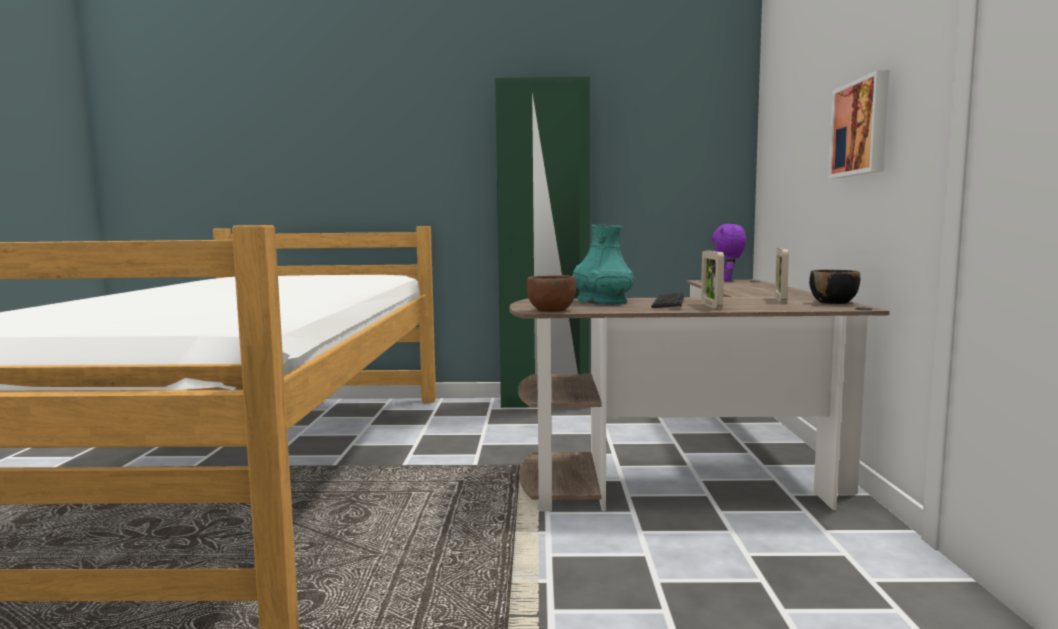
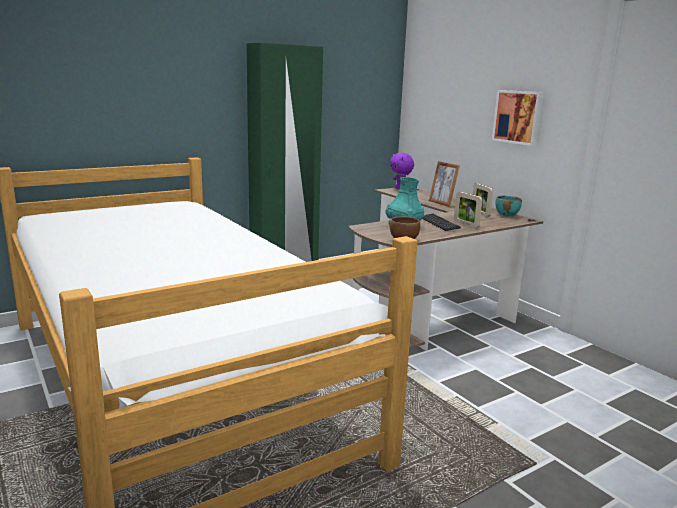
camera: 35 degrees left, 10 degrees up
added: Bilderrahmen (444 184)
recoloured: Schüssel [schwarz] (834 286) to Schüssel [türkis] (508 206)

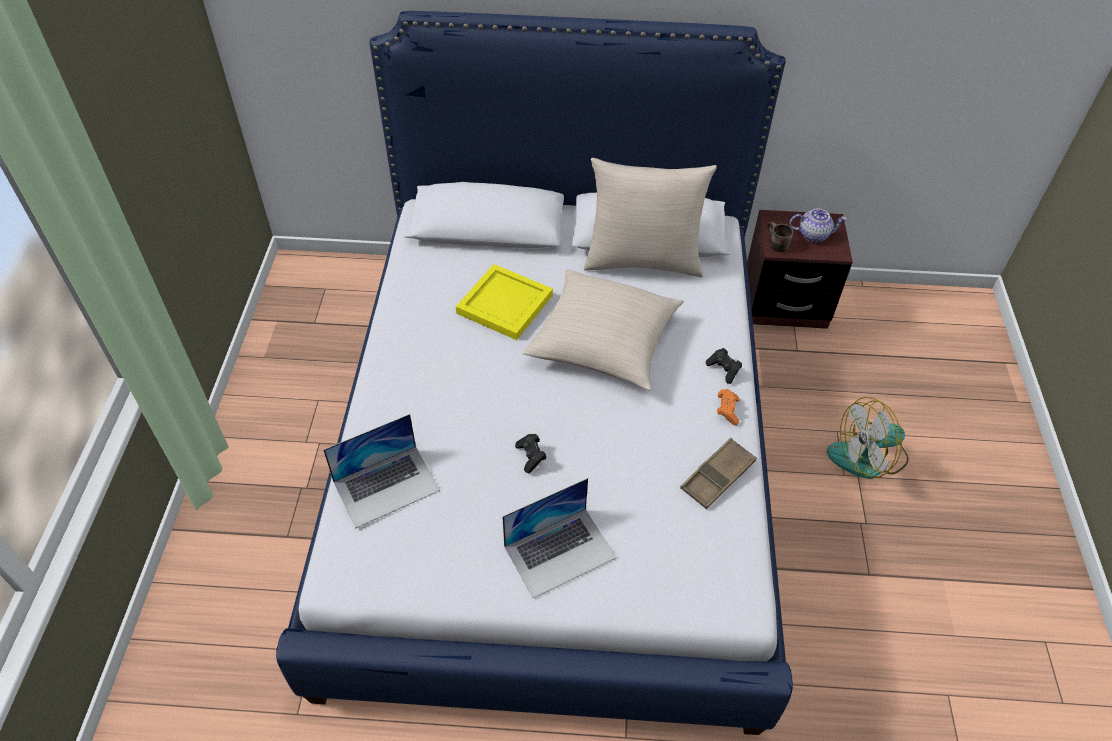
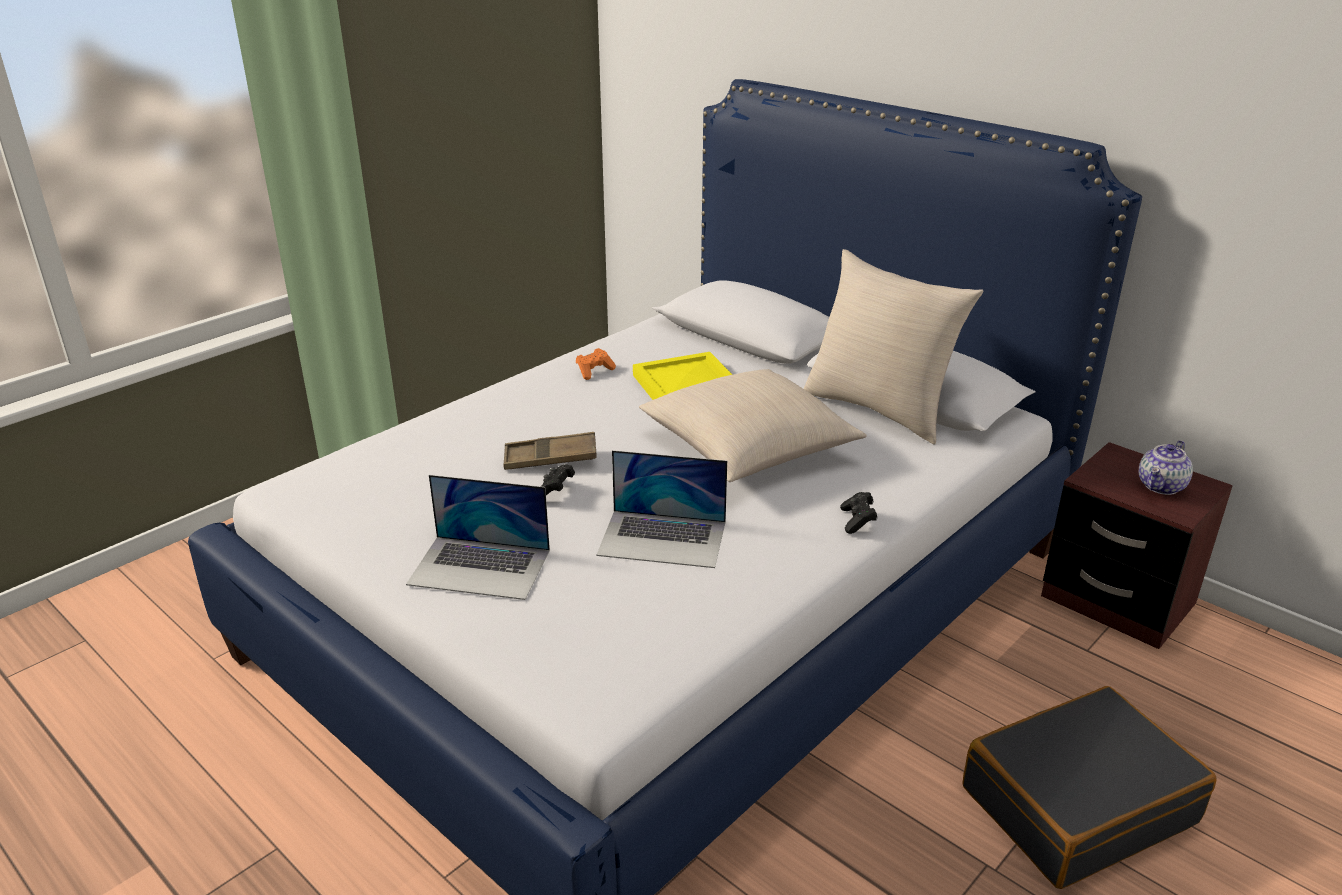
camera: 40 degrees right, 20 degrees down
removed: Henkelbecher [braun] (780 237)
moved: Tablett [braun] (718 473) to (550 451); Gamepad [orange] (728 407) to (596 364); Laptop (381 471) to (662 509)
replaced: Ventilator (868 438) to Koffer [schwarz] (1089 787)
turned: Teekanne (818 225) = (1166 467) 90 degrees clockwise

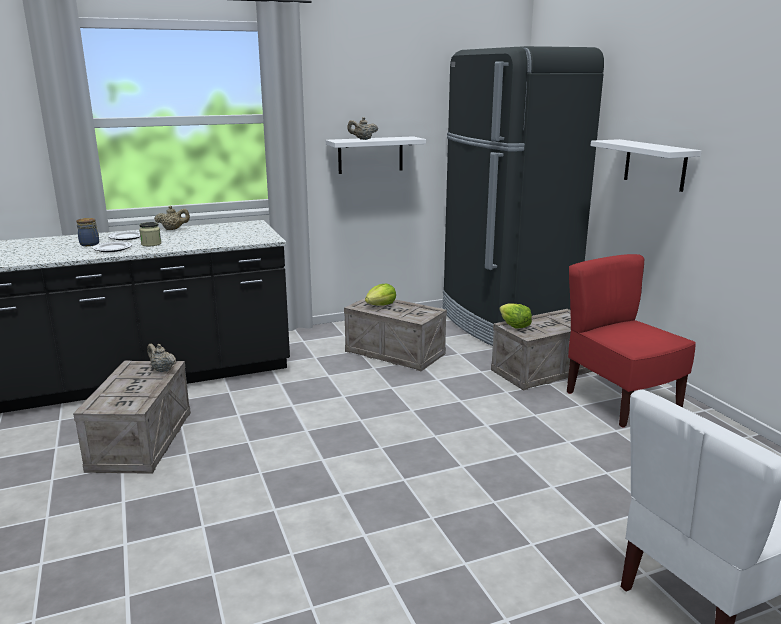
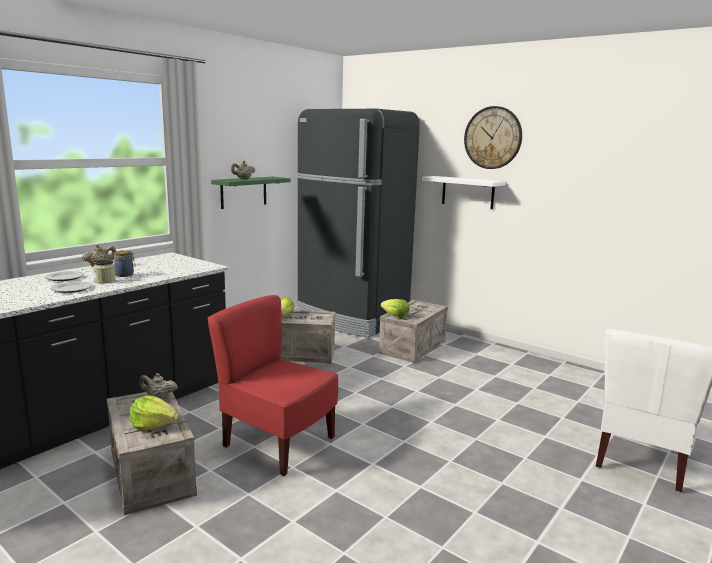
camera: 30 degrees left, 5 degrees down
added: Salatkopf (154 412); Wanduhr (493 137)
moved: Vorratsglas (87 232) to (125 263); Stuhl [rot] (631 340) to (273 385)
recoloured: Wandregal [weiß] (376 155) to Wandregal [grün] (251 193)

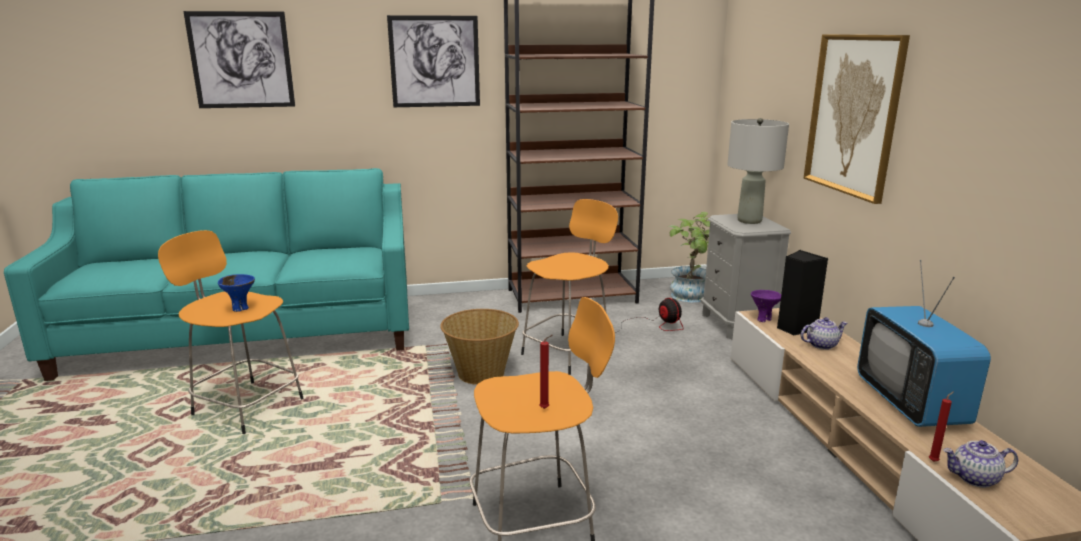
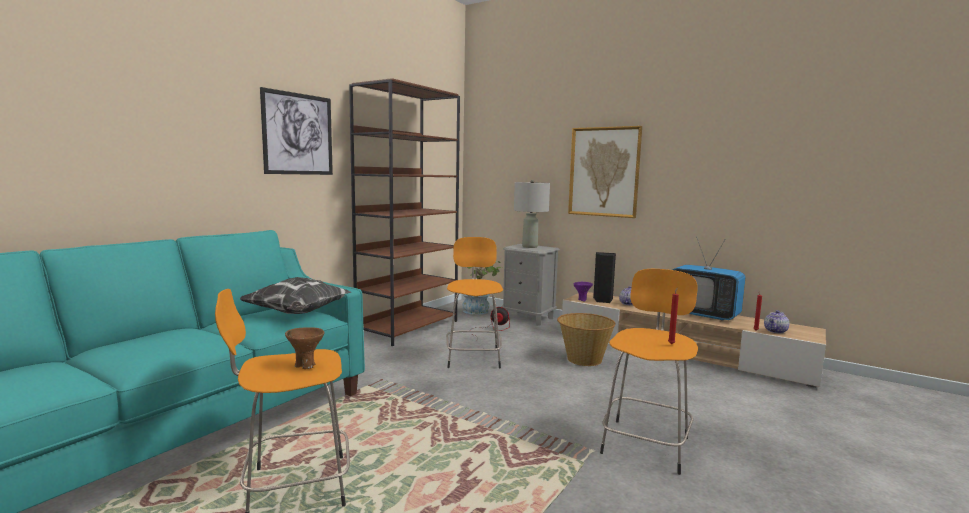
camera: 45 degrees left, 10 degrees down
removed: Bild (239 59)
added: Kissen (295 295)
moved: Korb (479 347) to (586 339)
recoloured: Schüssel [blau] (236 293) to Schüssel [braun] (305 348)

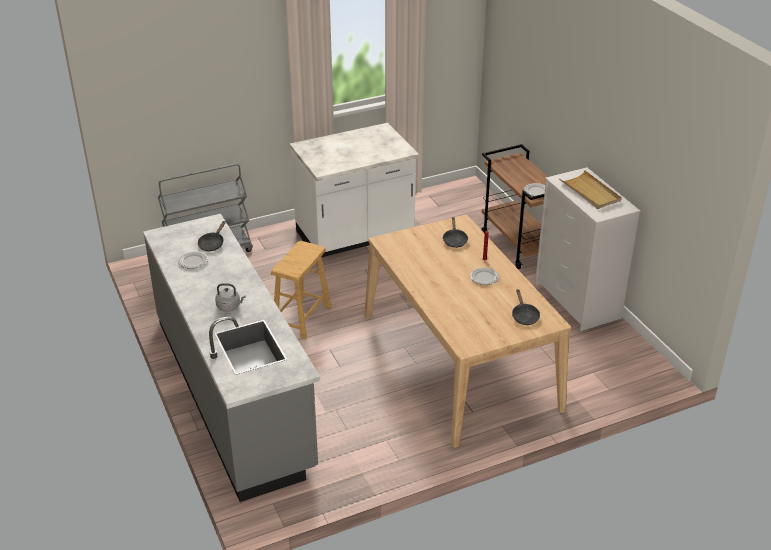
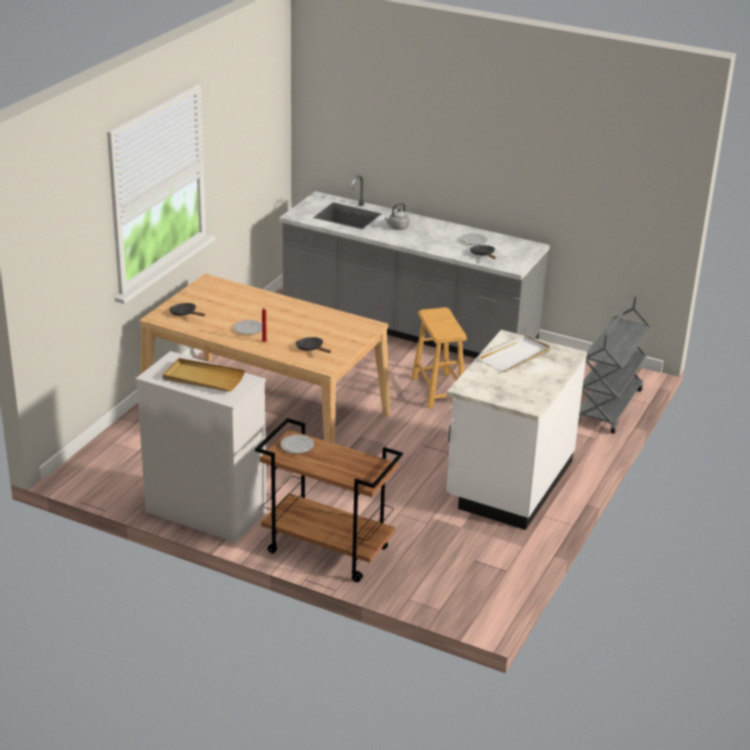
camera: 140 degrees right, 5 degrees down
added: Tablett [weiß] (514 353)

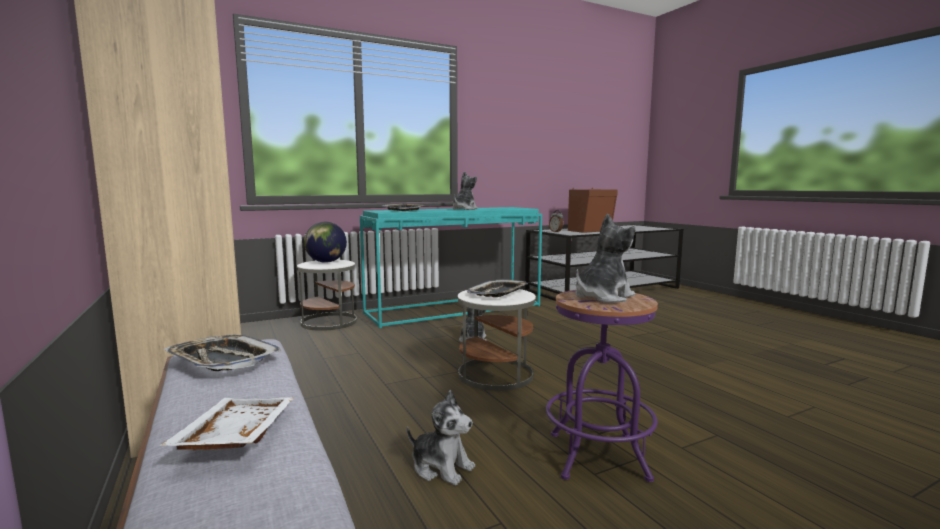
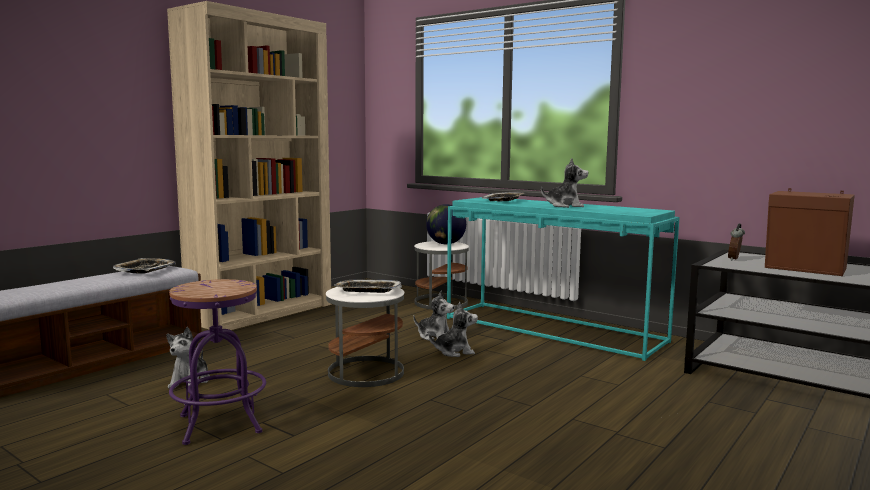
camera: 65 degrees right, 0 degrees up
removed: Tablett [weiß] (226 423)
moved: Plüschtier (605 258) to (434 316)

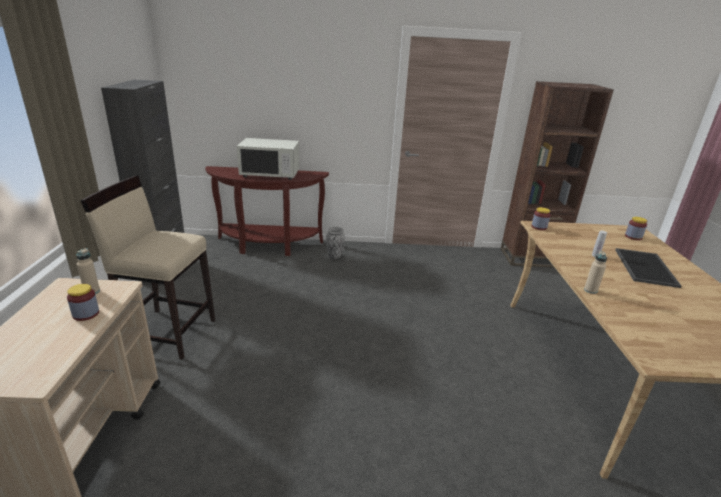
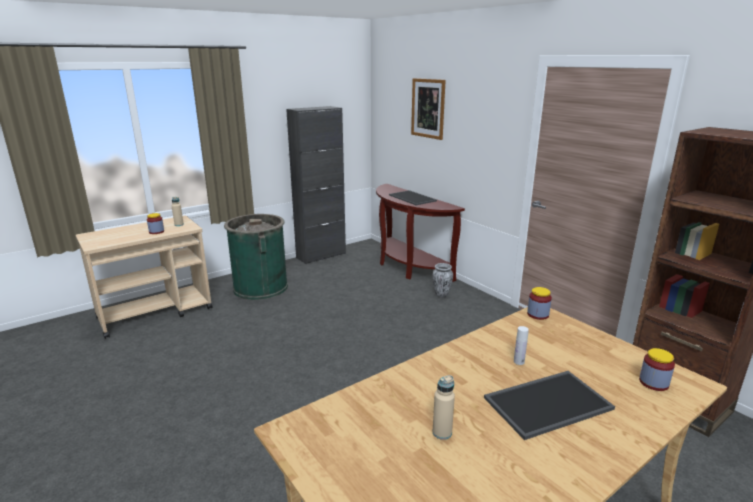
camera: 55 degrees right, 5 degrees down
added: Bild (428 109)
moved: Flasche [beige] (595 272) to (444 407)
replaced: Hocker [beige] (147 267) to Mülleimer [grün] (256 257); Mikrowelle [weiß] (268 159) to Tablett (413 197)

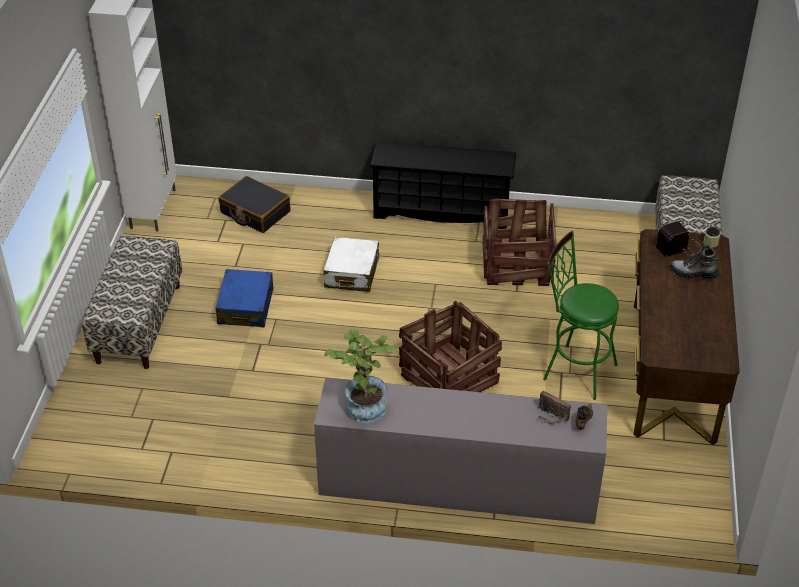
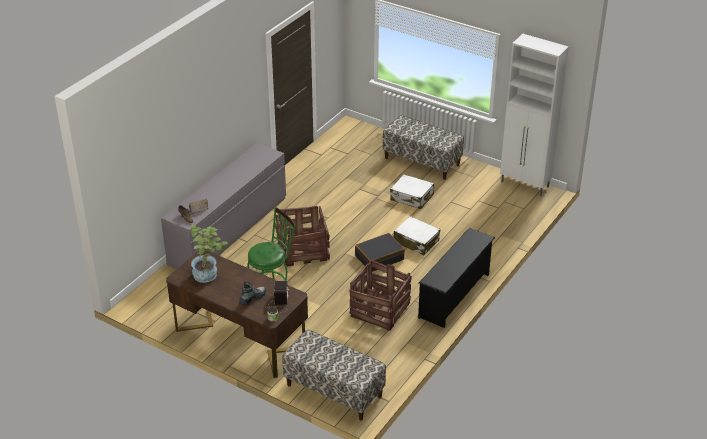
camera: 115 degrees right, 5 degrees down
moved: Topfpflanze (359 376) to (209 254); Koffer [schwarz] (254 204) to (380 252)
recoloured: Koffer [blau] (244 298) to Koffer [weiß] (412 192)

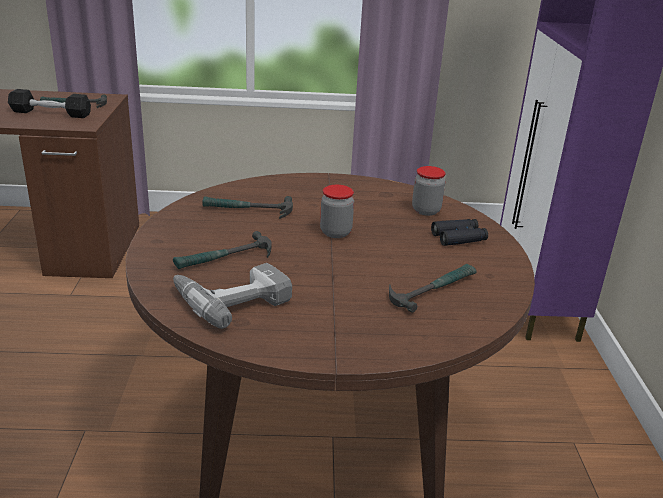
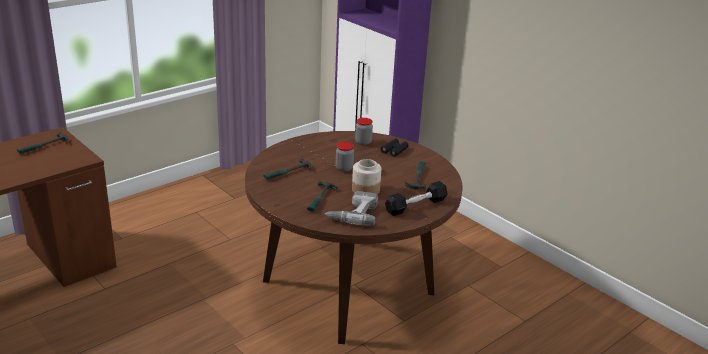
camera: 40 degrees left, 0 degrees up
added: Vorratsglas (366 177)
moved: Hantel [schwarz] (49 103) to (416 198)

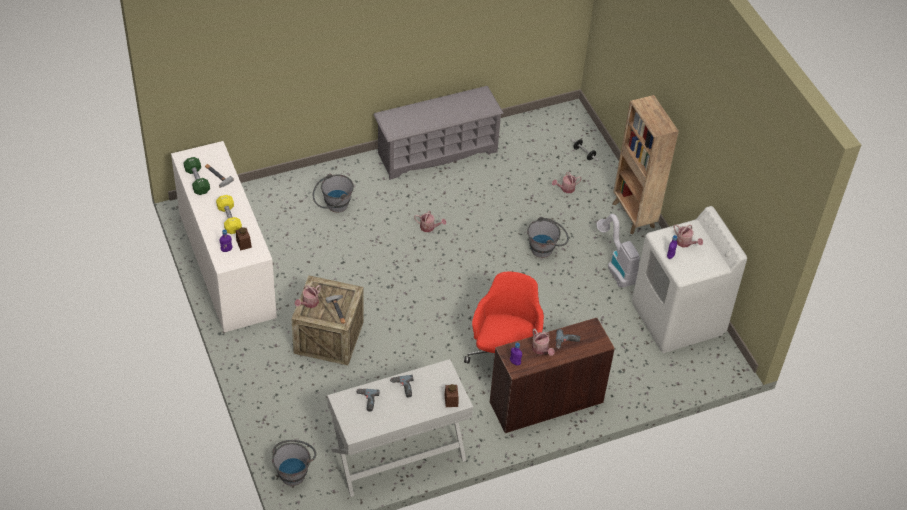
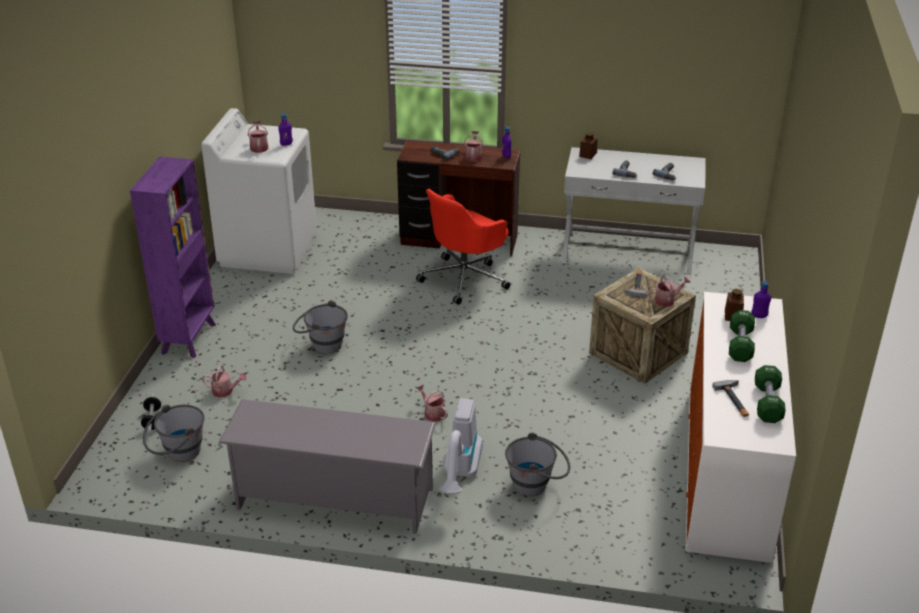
camera: 145 degrees left, 15 degrees down
moved: Eimer [grau] (294 463) to (174 433); Staubsauger (618 251) to (461 446)
recoloured: Bücherregal [braun] (645 164) to Bücherregal [lila] (173 257); Hantel [gelb] (229 214) to Hantel [grün] (742 336)

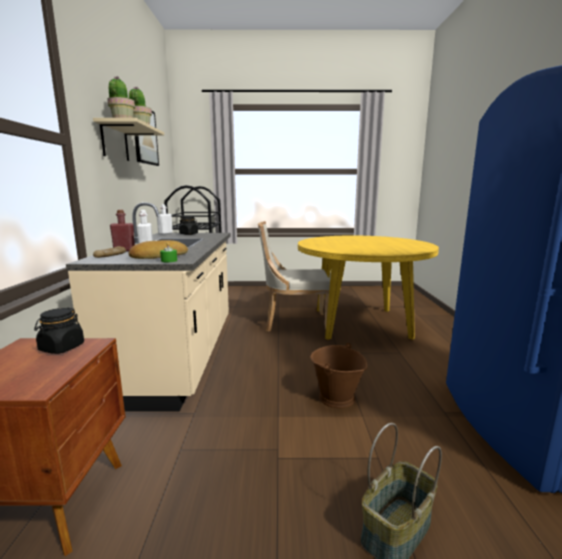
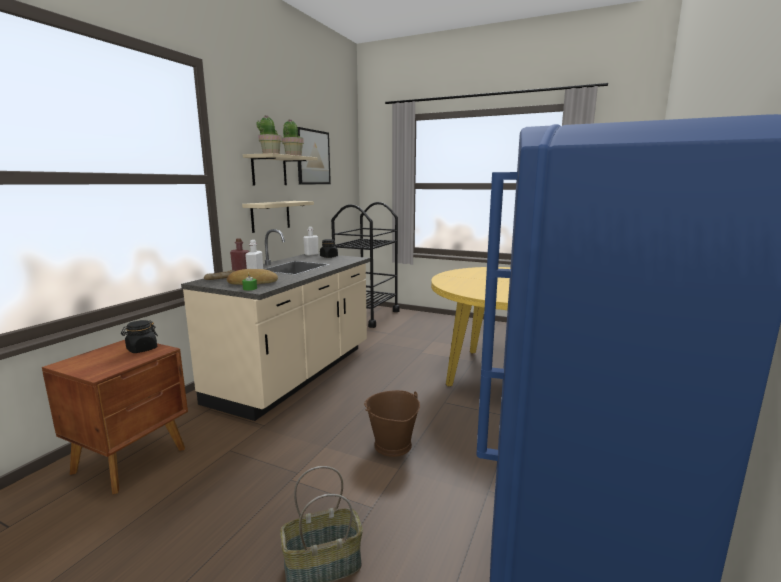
camera: 25 degrees right, 0 degrees up
removed: Stuhl [beige] (294 276)
added: Wandregal [beige] (278 217)

